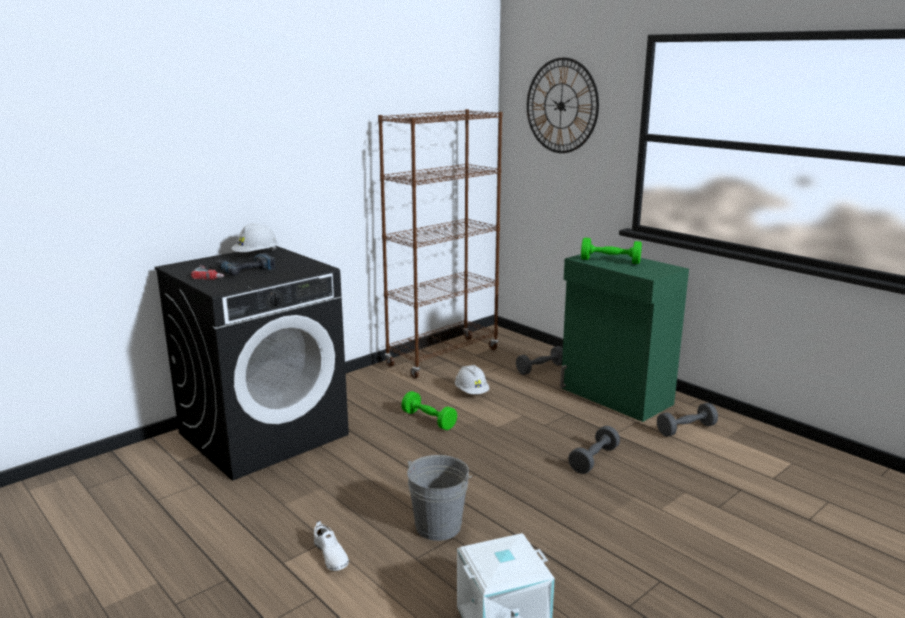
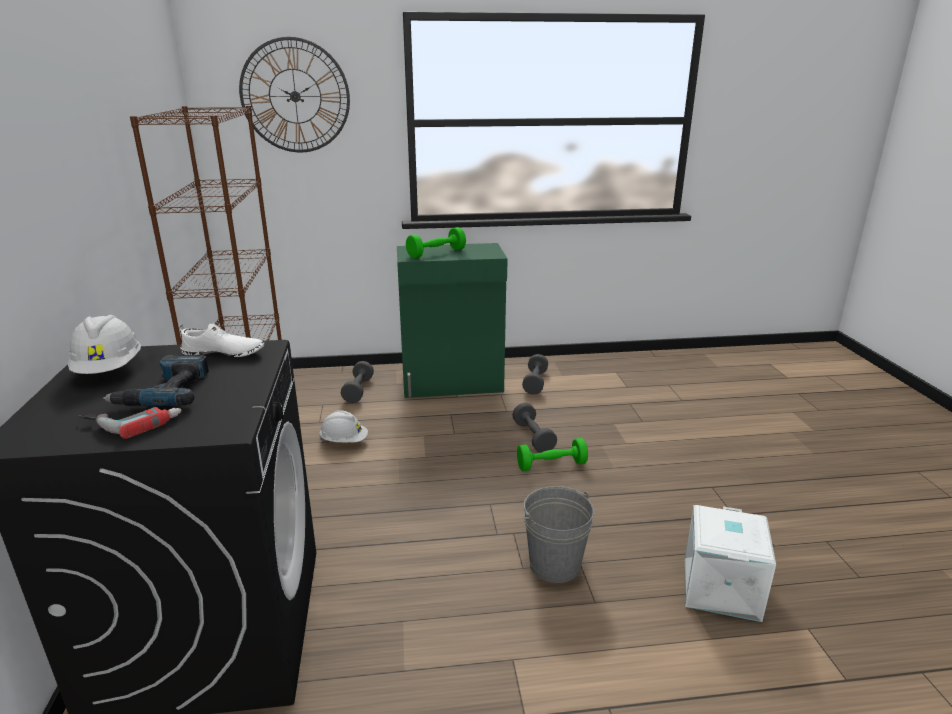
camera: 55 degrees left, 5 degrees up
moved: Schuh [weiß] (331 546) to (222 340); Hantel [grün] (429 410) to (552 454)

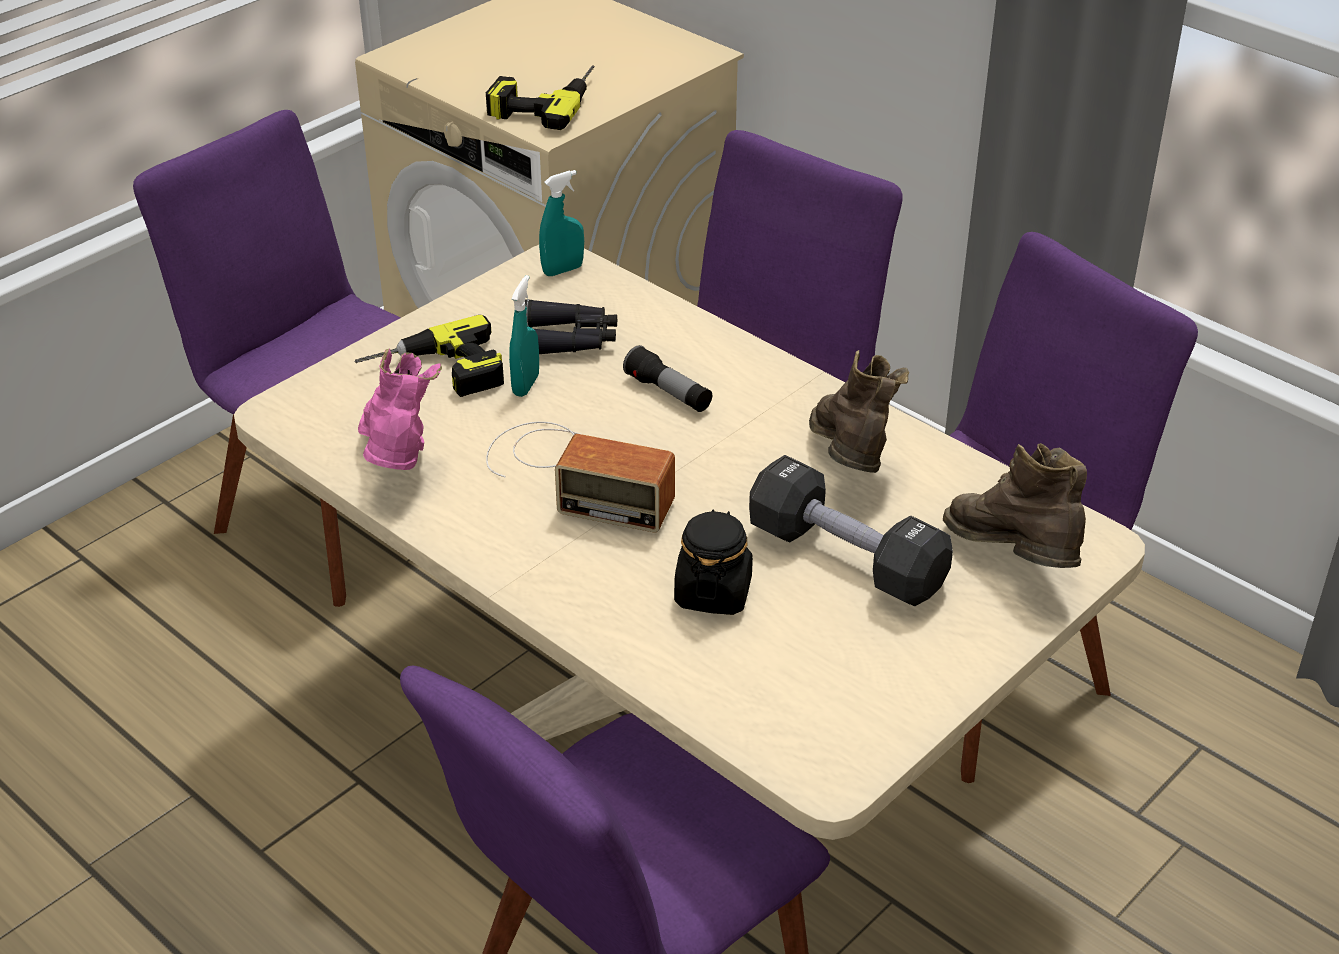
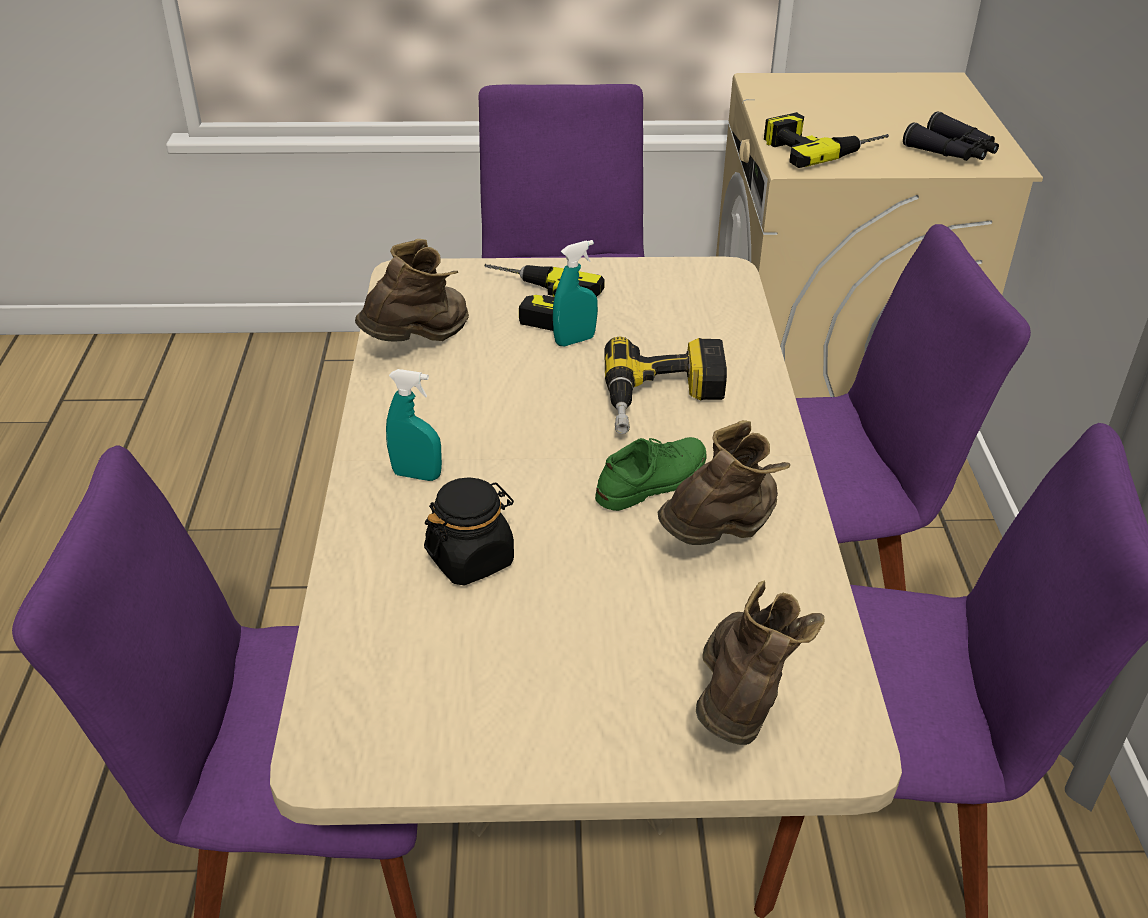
camera: 45 degrees right, 0 degrees up
removed: Radio (580 477); Hantel [schwarz] (851 530)
added: Schuh [grün] (651 474)
moved: Sprühflasche [türkis] (561 223) to (414 425); Fernglas [schwarz] (571 326) to (951 136)
replaced: Taschenlampe (667 378) to Bohrmaschine (665 385)
recoloured: Stiefel [rosa] (400 409) to Stiefel [braun] (412 290)

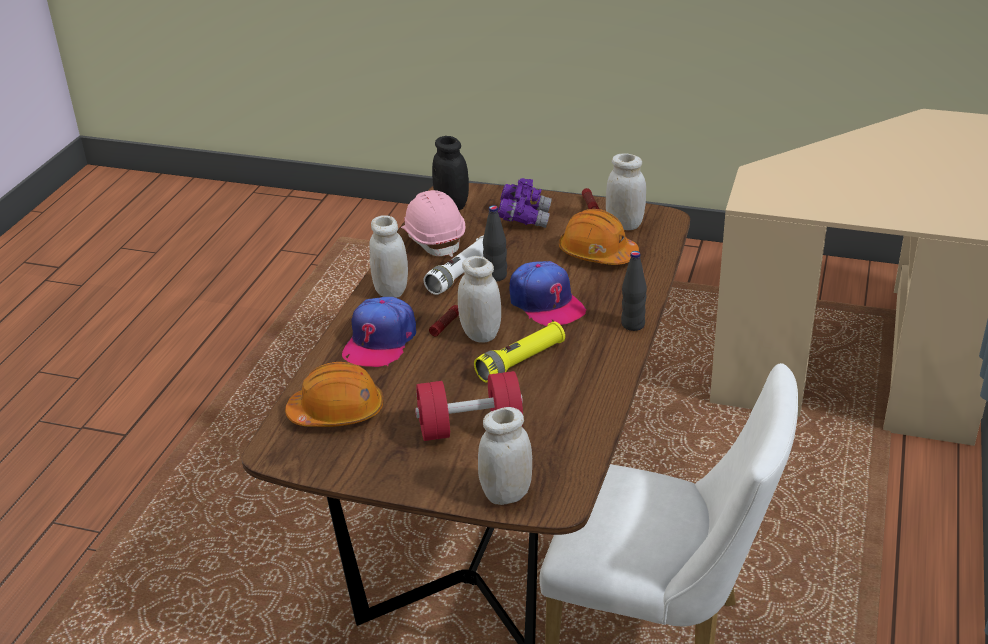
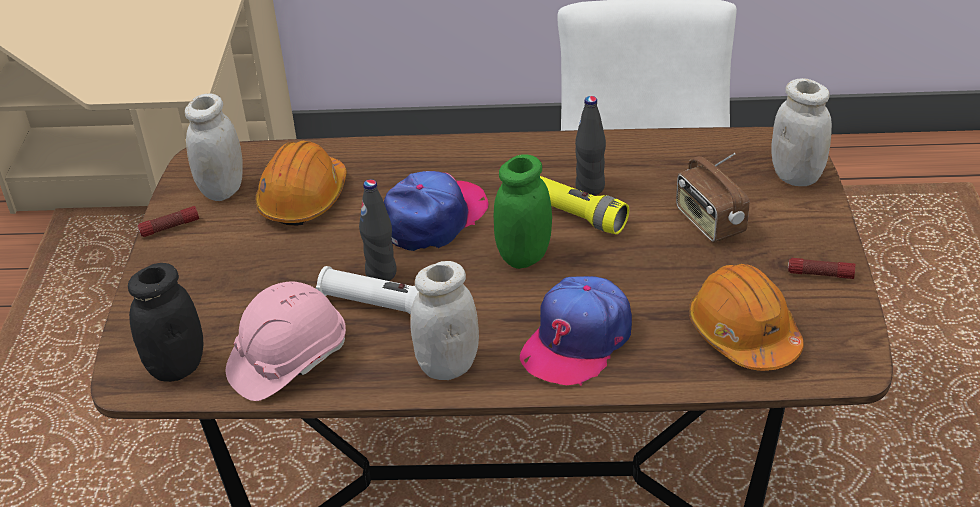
camera: 105 degrees left, 5 degrees up
removed: Fernglas [lila] (525 203)
moved: Flasche [schwarz] (634 291) to (590 145); Taschenlampe (444 320) to (821 268)
replaced: Hantel [rot] (469 406) to Radio (712 197)
recoloured: Vorratsglas [weiß] (479 299) to Vorratsglas [grün] (522 211)
turned: Kappe (379 332) = (576 331) 120 degrees clockwise

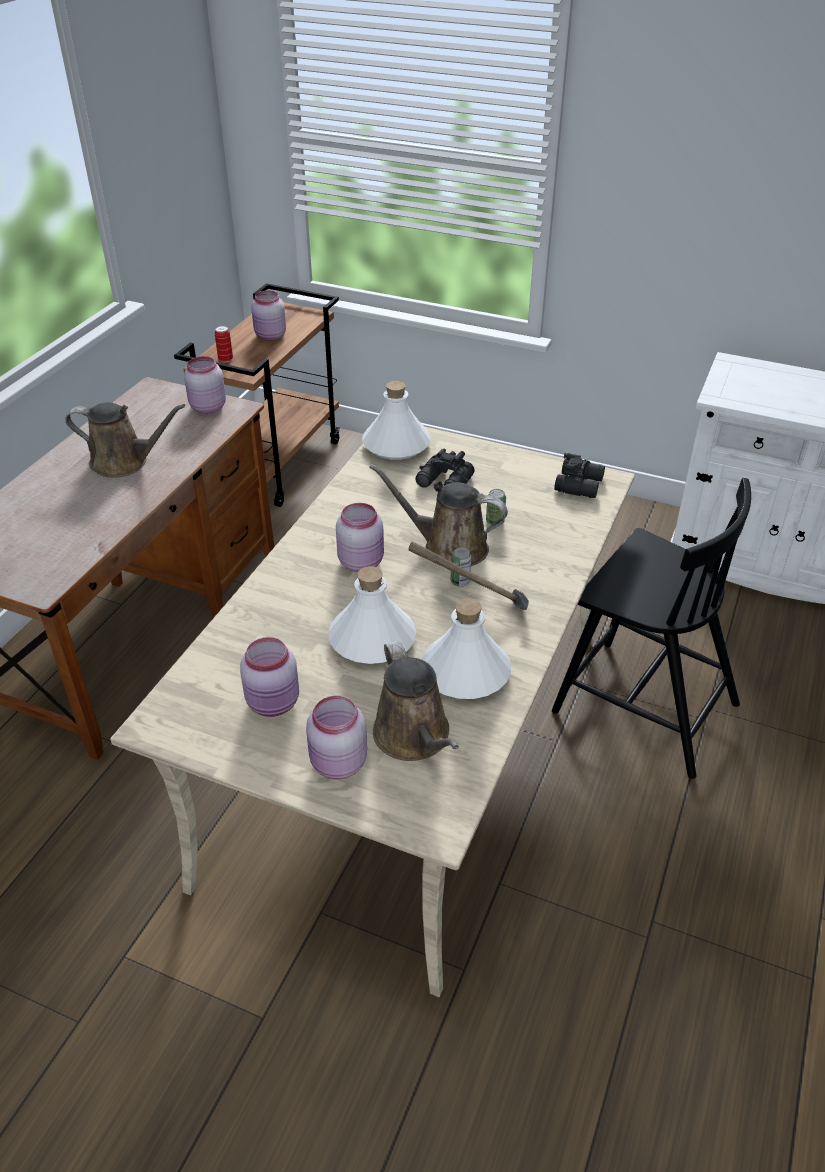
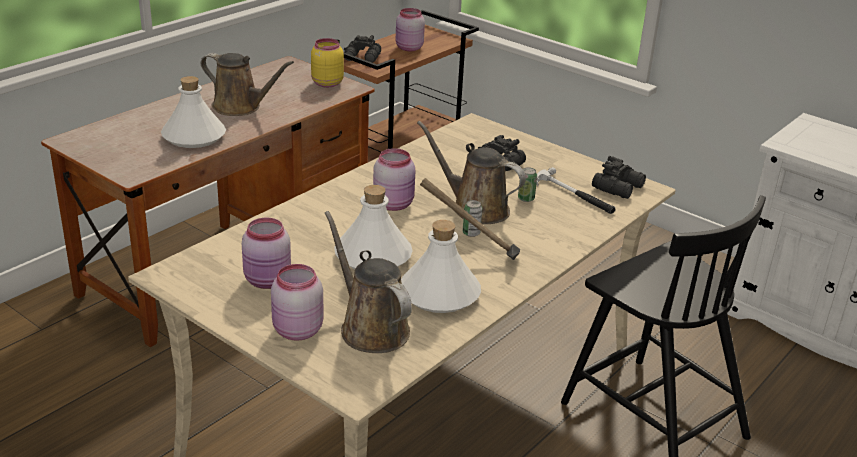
camera: 15 degrees right, 10 degrees down
added: Hammer (576 190)
moved: Flasche [weiß] (396 420) to (193 112)
replaced: Dose (224 344) to Fernglas [schwarz] (362 49)
recoloured: Vorratsglas [rosa] (205 385) to Vorratsglas [gelb] (327 62)
turned: Gießkanne [braun] (416 700) = (368 282) 150 degrees clockwise

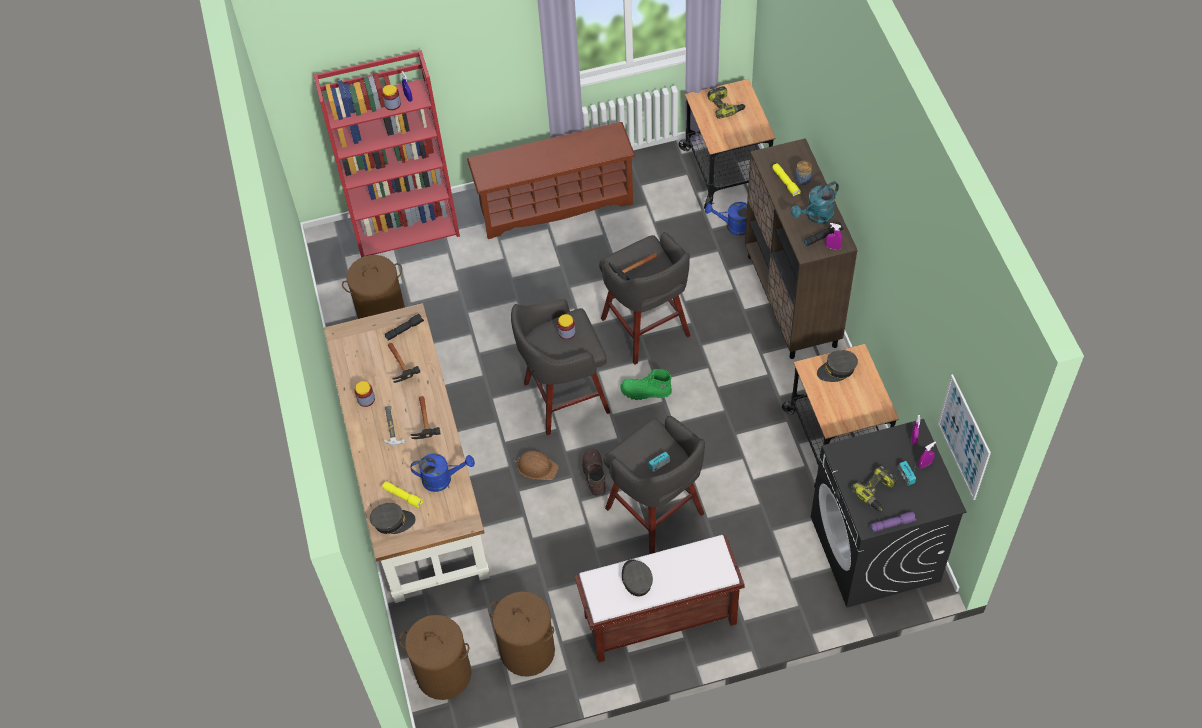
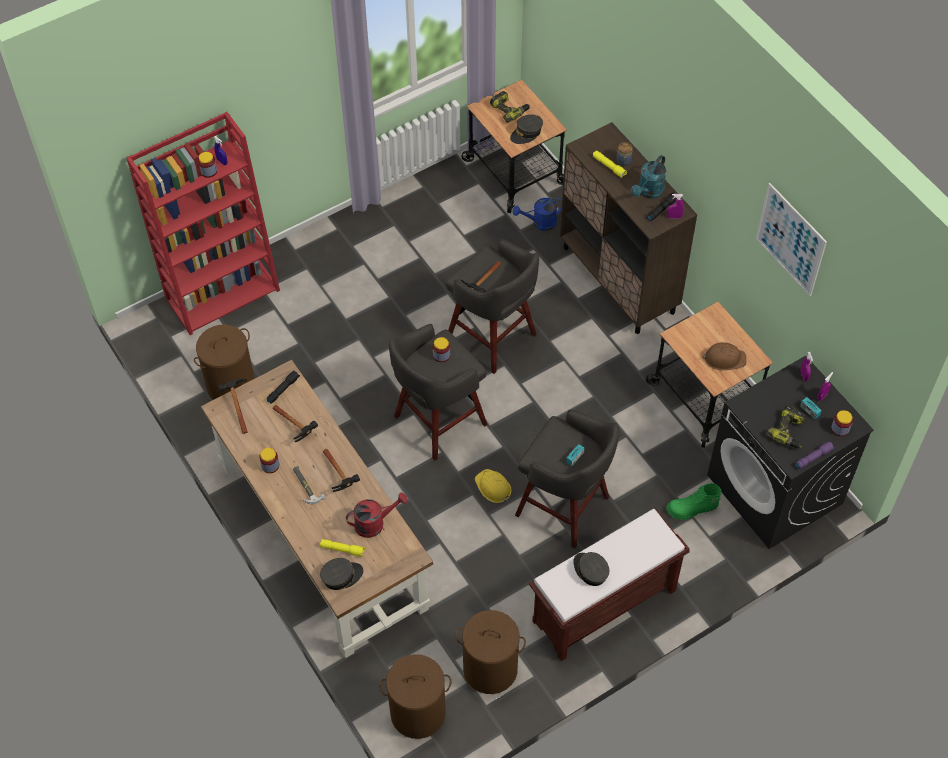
camera: 20 degrees left, 0 degrees up
removed: Schuhregal [braun] (551 180)
added: Hammer (233 406); Vorratsglas (842 423)
moved: Kappe [grau] (837 366) to (526 129); Stiefel [grün] (646 384) to (693 501); Schutzhelm [braun] (537 465) to (724 356); Bild (964 437) to (791 239)
replaced: Stiefel [braun] (594 472) to Schutzhelm [gelb] (493 486)
recoloured: Gießkanne [blau] (443 472) to Gießkanne [rot] (377 515)

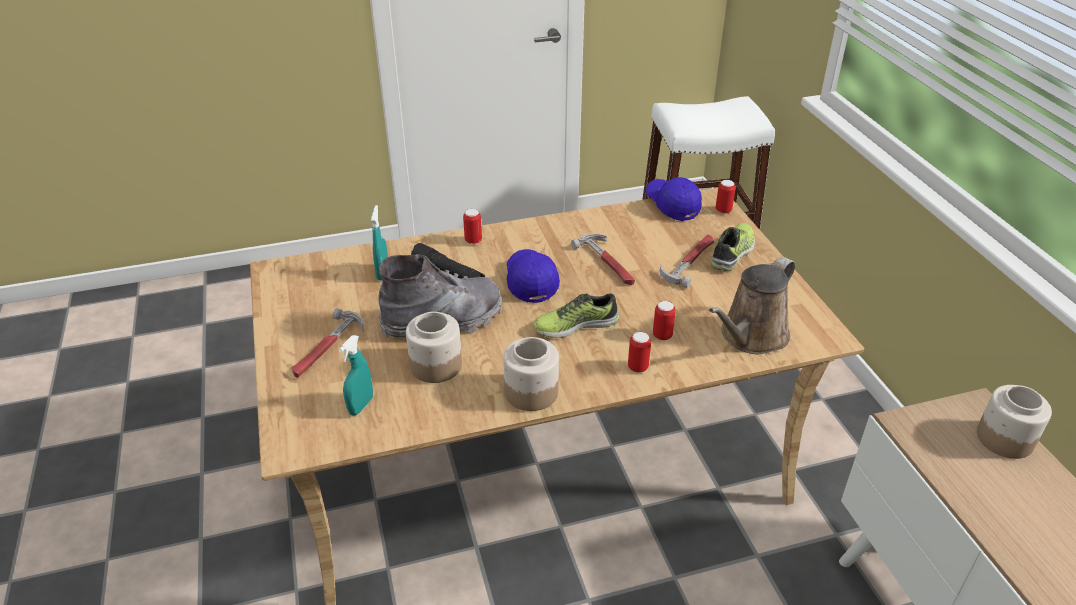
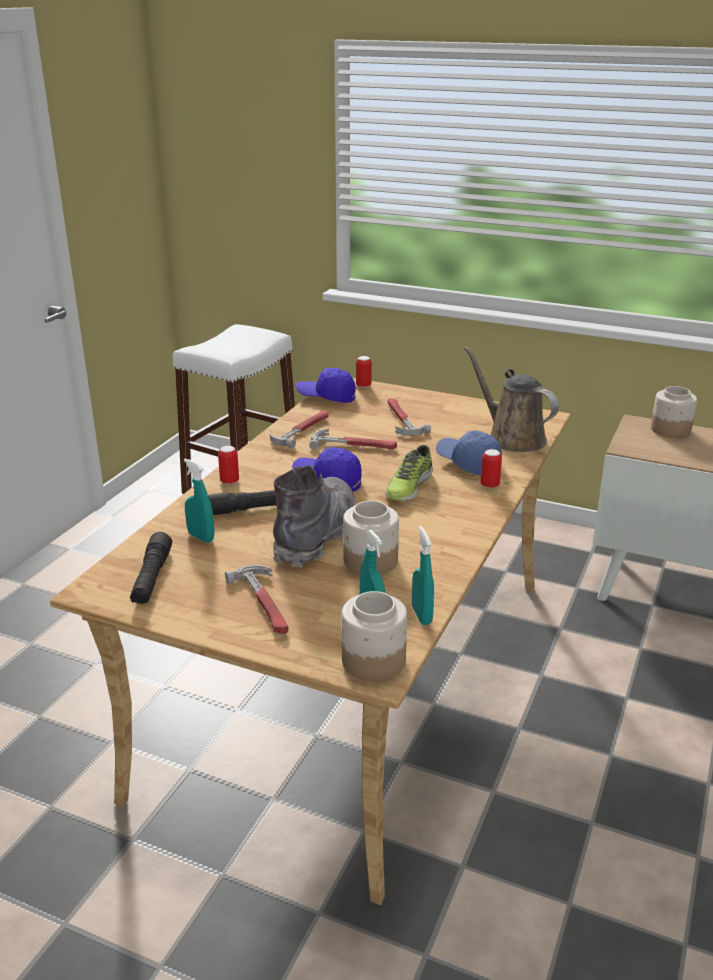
camera: 50 degrees left, 10 degrees down
removed: Schuh (733 247)
added: Taschenlampe [schwarz] (151 568); Hammer (299 429); Sprühflasche [türkis] (423 575)
moved: Vorratsglas (531 374) to (374 636)
replaced: Dose (664 320) to Kappe [blau] (469 453)
turned: Gießkanne [braun] (752 305) = (511 399) 150 degrees clockwise

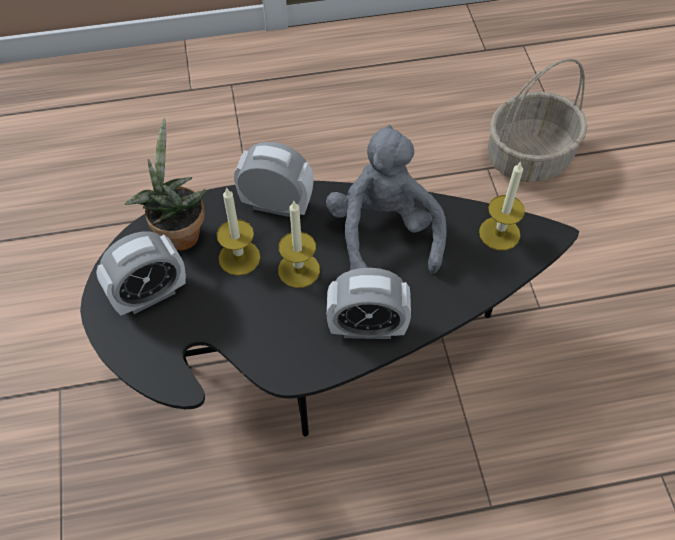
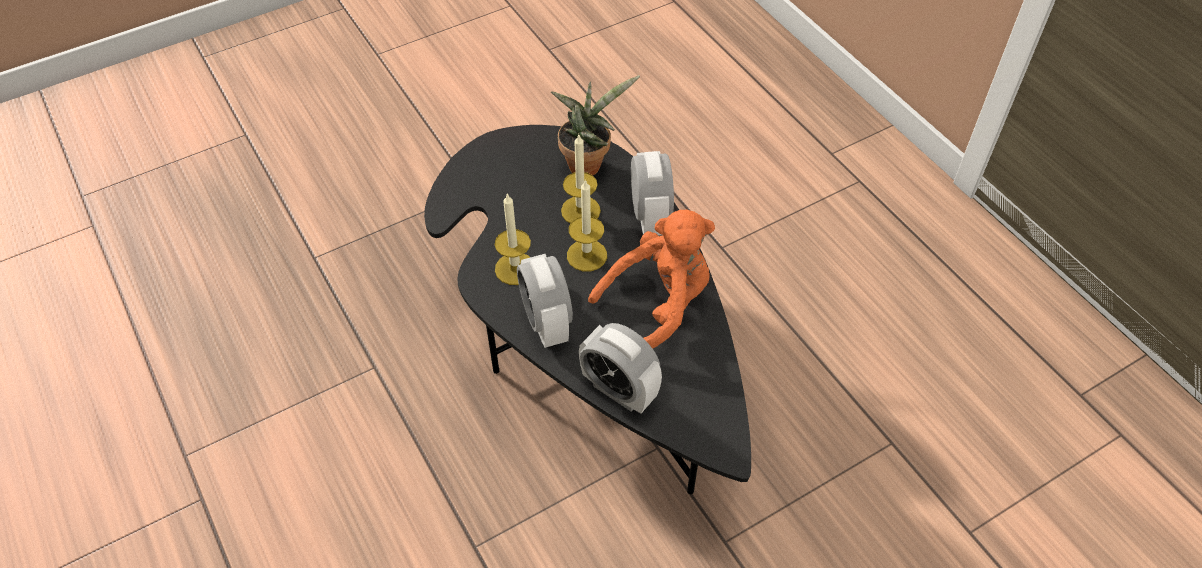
camera: 70 degrees right, 5 degrees down
removed: Korb (538 120)
moved: Kerze (502 205) to (513 239); Wecker (141 273) to (620 368)
recoloured: Plüschtier [grau] (386 199) to Plüschtier [orange] (651 278)

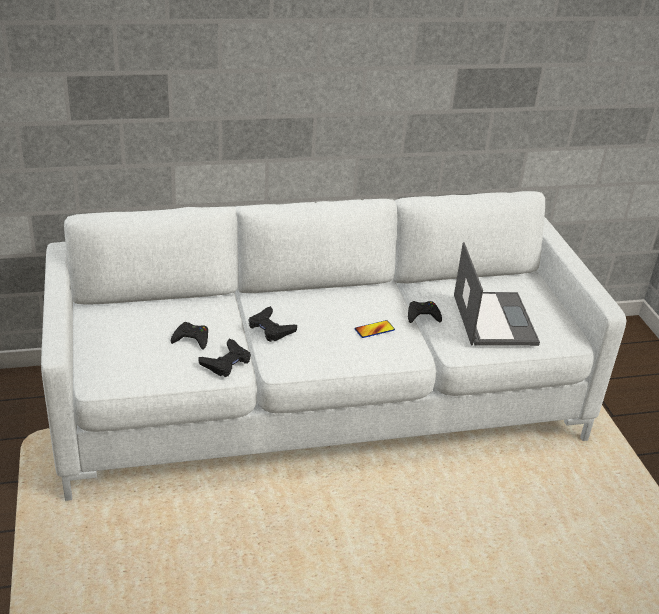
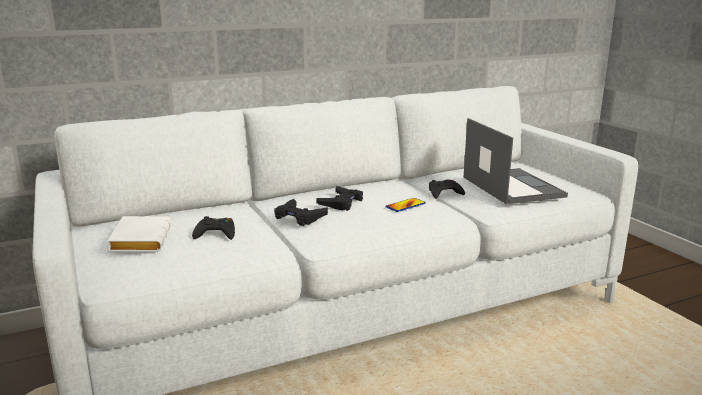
camera: 10 degrees left, 15 degrees down
added: Buch [weiß] (139 234)
moved: Gamepad [schwarz] (225 357) to (339 198)

